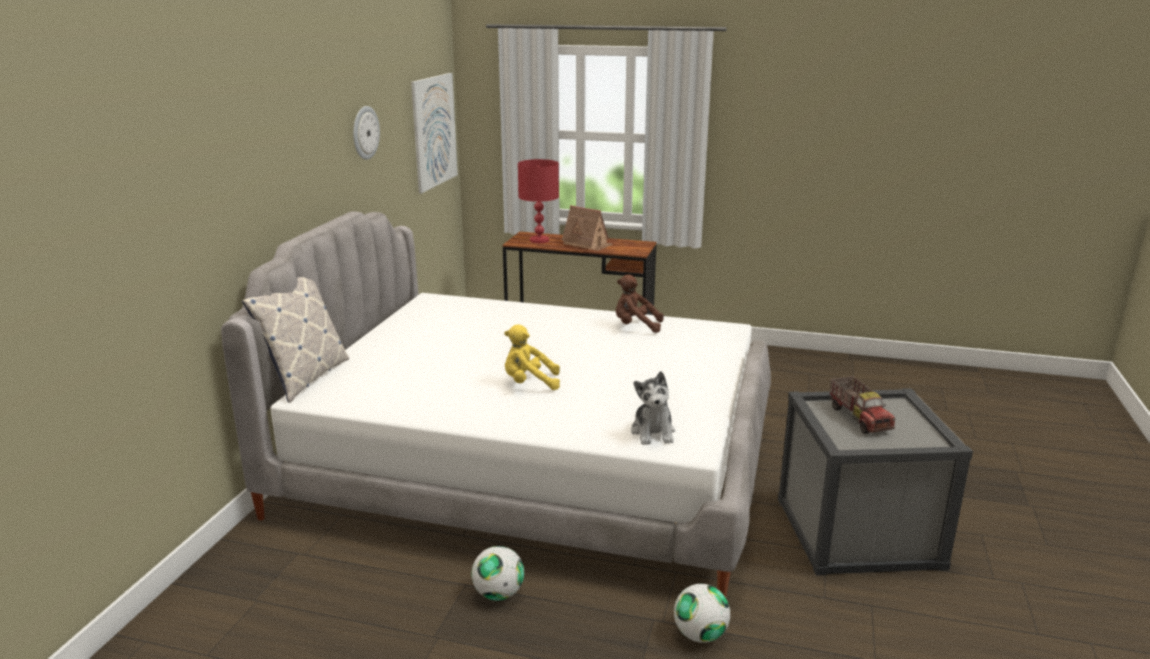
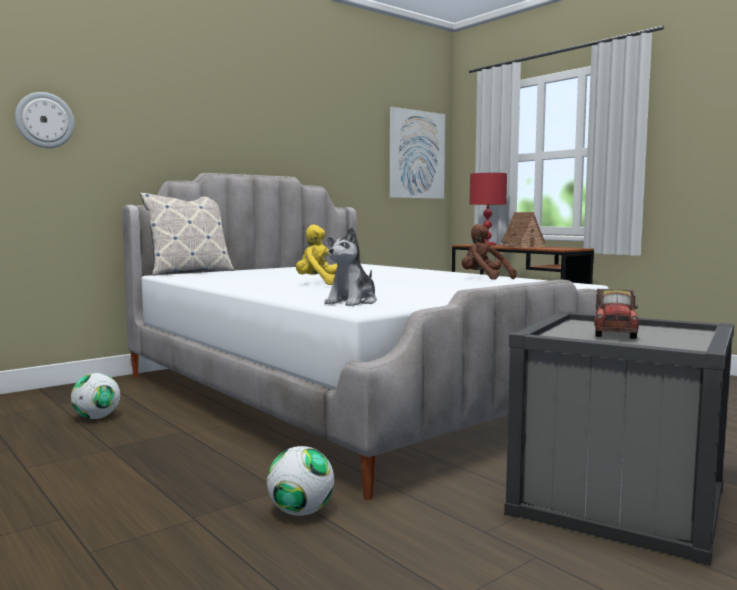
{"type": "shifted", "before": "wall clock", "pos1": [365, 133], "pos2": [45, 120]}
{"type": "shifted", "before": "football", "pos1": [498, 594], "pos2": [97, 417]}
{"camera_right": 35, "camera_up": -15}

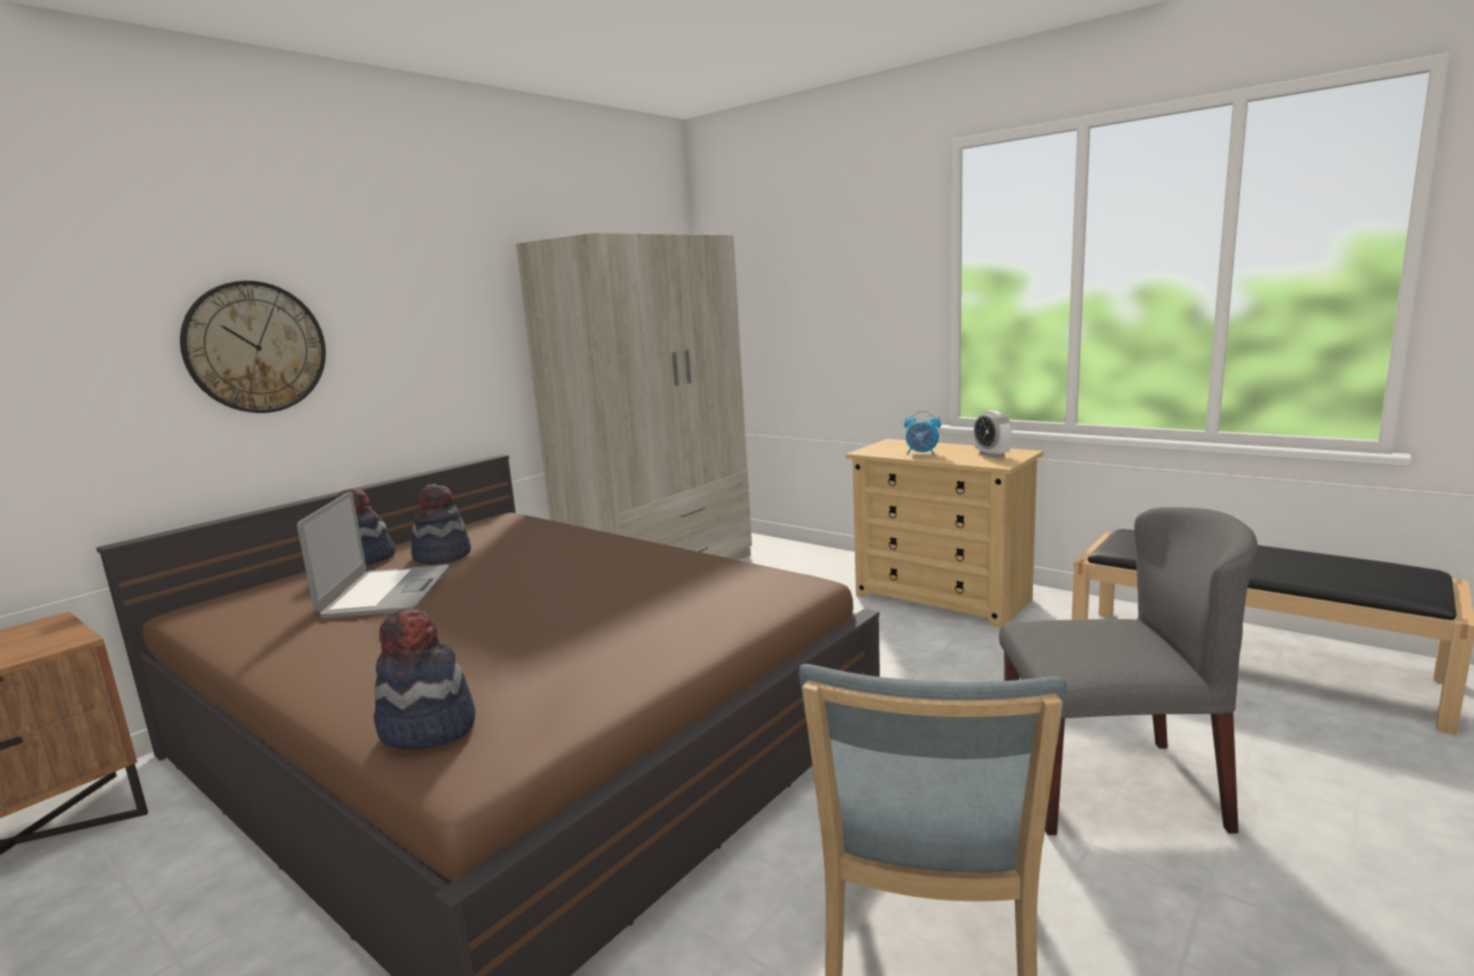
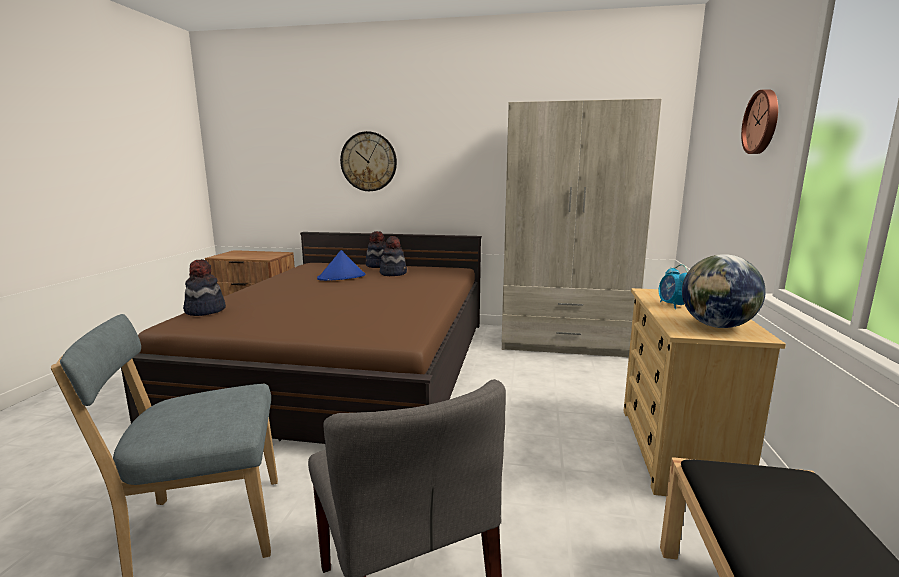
{"type": "swapped", "before": "alarm clock", "after": "globe", "pos1": [992, 455], "pos2": [717, 326]}
{"type": "swapped", "before": "laptop", "after": "blue hat", "pos1": [386, 593], "pos2": [342, 277]}
{"type": "new", "after": "wall clock", "pos2": [762, 122]}
{"camera_right": 60, "camera_up": 0}

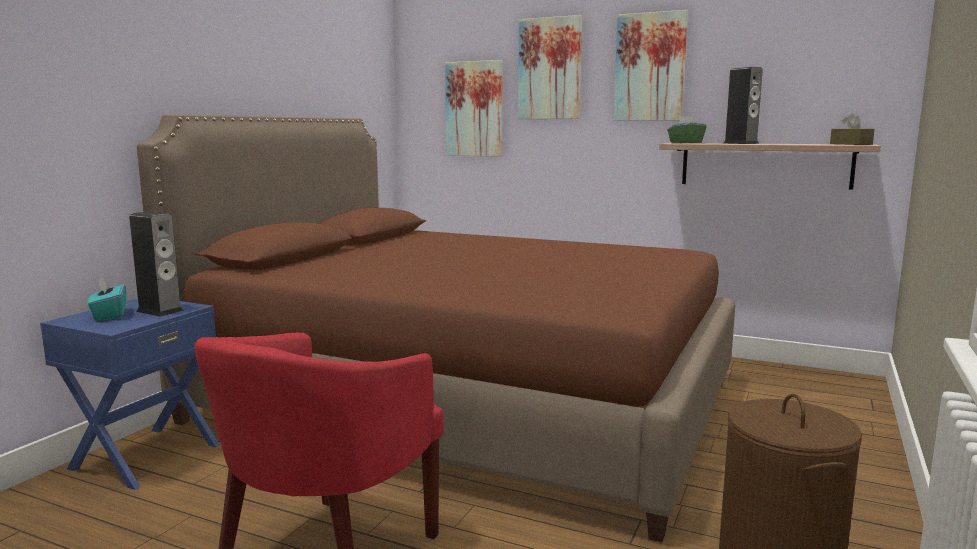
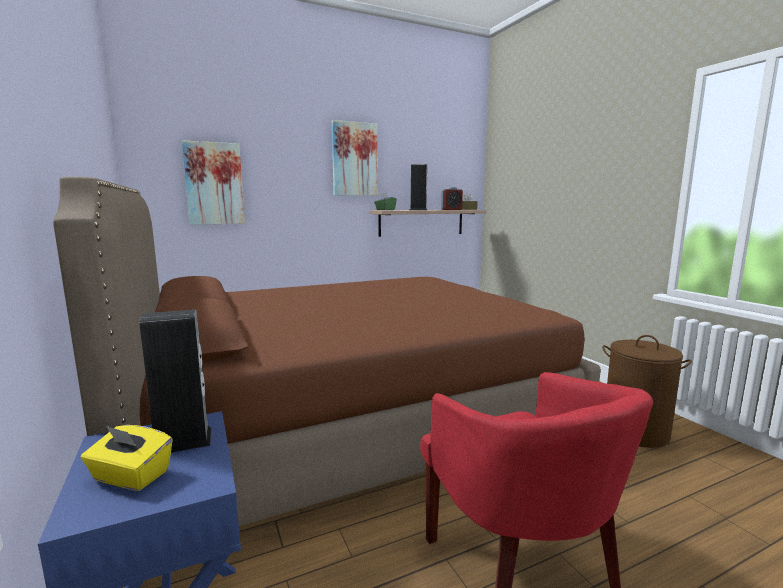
{"type": "gone", "before": "picture", "pos1": [550, 69]}
{"type": "repainted", "before": "turquoise tissue box", "after": "yellow tissue box", "pos1": [109, 315], "pos2": [130, 476]}
{"type": "new", "after": "alarm clock", "pos2": [451, 209]}
{"camera_right": -50, "camera_up": 0}

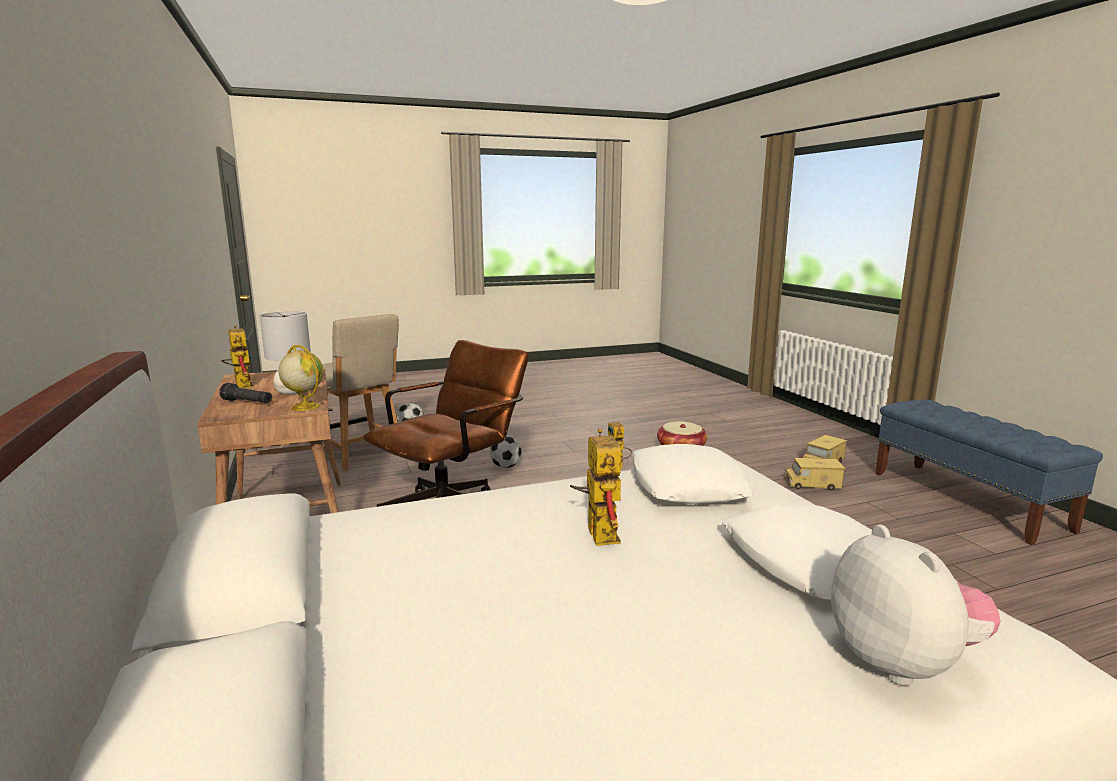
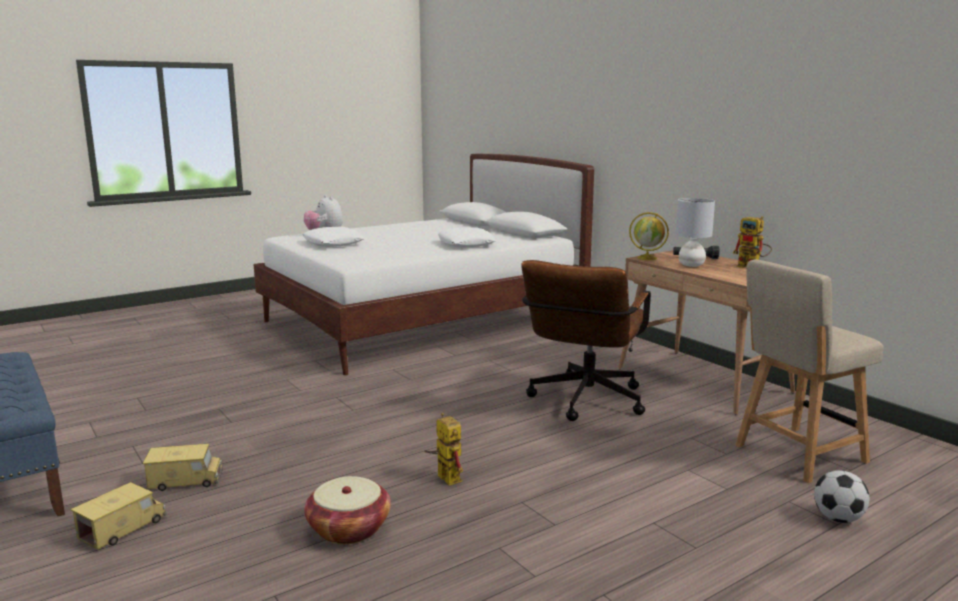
{"type": "rotated", "before": "beige chair", "pos1": [362, 455], "pos2": [796, 455], "turn": -60}
{"type": "gone", "before": "toy robot", "pos1": [597, 531]}
{"type": "gone", "before": "football", "pos1": [506, 466]}
{"type": "shifted", "before": "white pillow", "pos1": [687, 485], "pos2": [466, 244]}
{"camera_right": 165, "camera_up": 0}

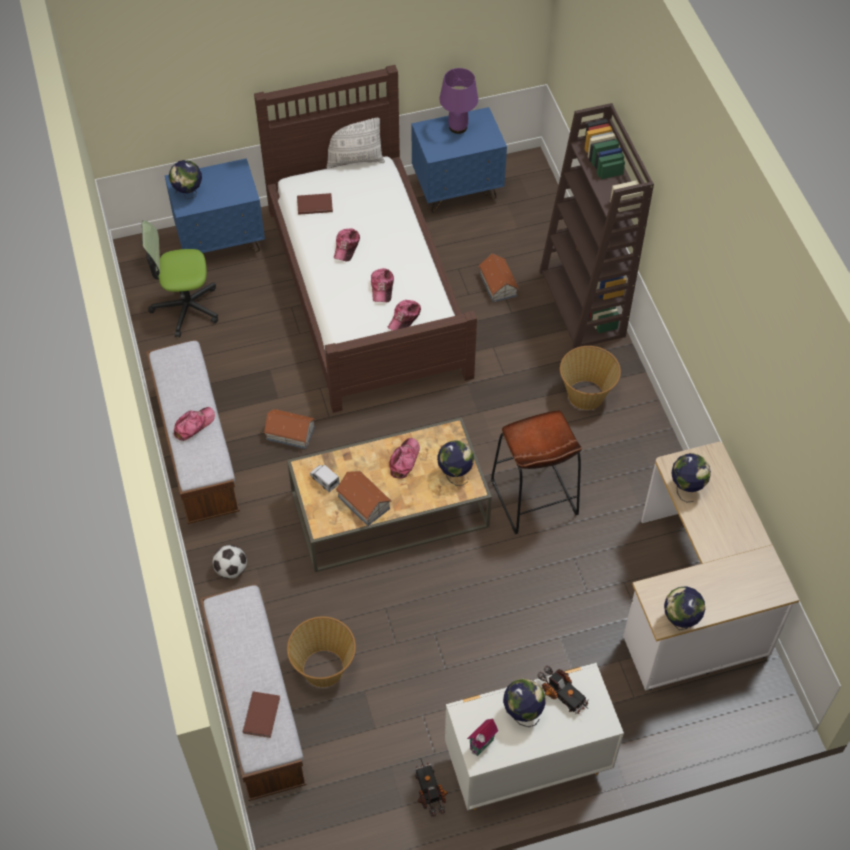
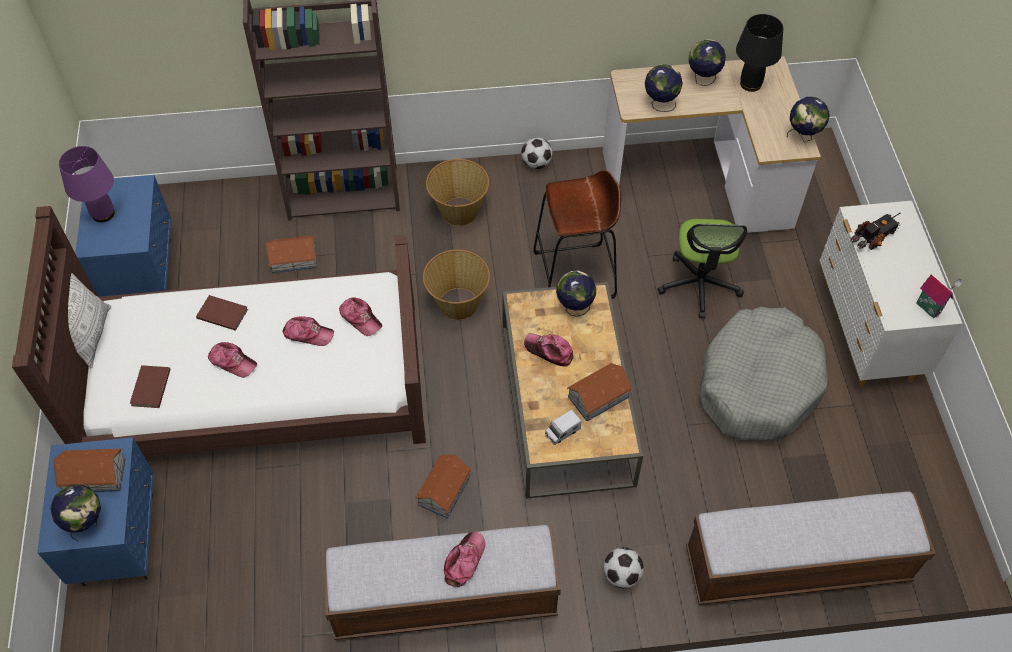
{"type": "shifted", "before": "office chair", "pos1": [186, 308], "pos2": [699, 285]}
{"type": "rotated", "before": "cap", "pos1": [194, 425], "pos2": [464, 561], "turn": 60}
{"type": "shifted", "before": "basket", "pos1": [324, 668], "pos2": [458, 303]}
{"type": "shifted", "before": "globe", "pos1": [522, 713], "pos2": [702, 79]}
{"type": "shifted", "before": "brown book", "pos1": [263, 715], "pos2": [222, 313]}
{"type": "gone", "before": "toy truck", "pos1": [430, 792]}
{"type": "new", "after": "black table lamp", "pos2": [750, 84]}
{"type": "new", "after": "football", "pos2": [536, 163]}
{"type": "new", "after": "grey dog bed", "pos2": [758, 384]}
{"type": "new", "after": "toy house", "pos2": [94, 475]}
{"camera_right": -80, "camera_up": 0}

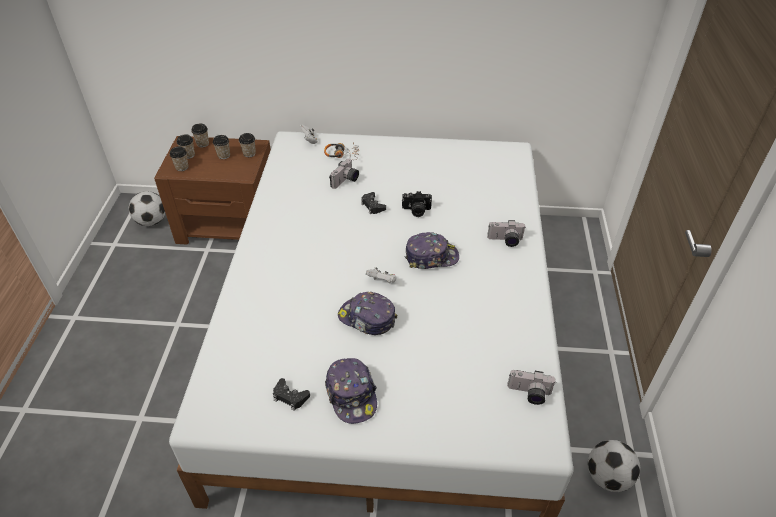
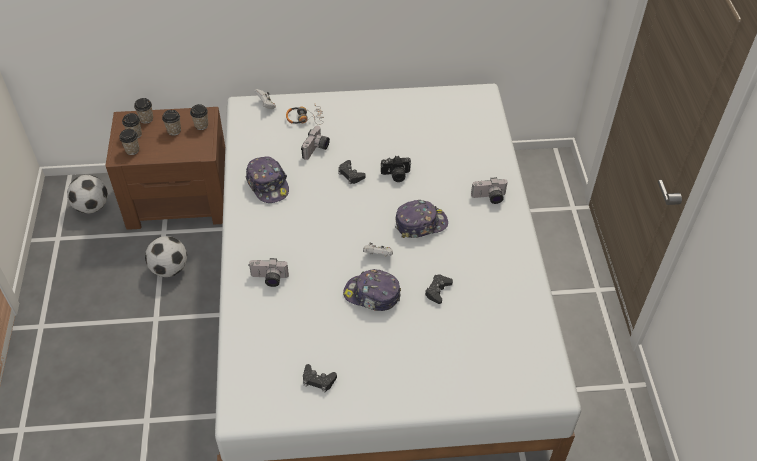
{"type": "shifted", "before": "cap", "pos1": [352, 395], "pos2": [268, 184]}
{"type": "shifted", "before": "photo camera", "pos1": [529, 394], "pos2": [269, 279]}
{"type": "shifted", "before": "football", "pos1": [607, 477], "pos2": [169, 269]}
{"type": "new", "after": "black game controller", "pos2": [438, 291]}
{"camera_right": -10, "camera_up": 5}

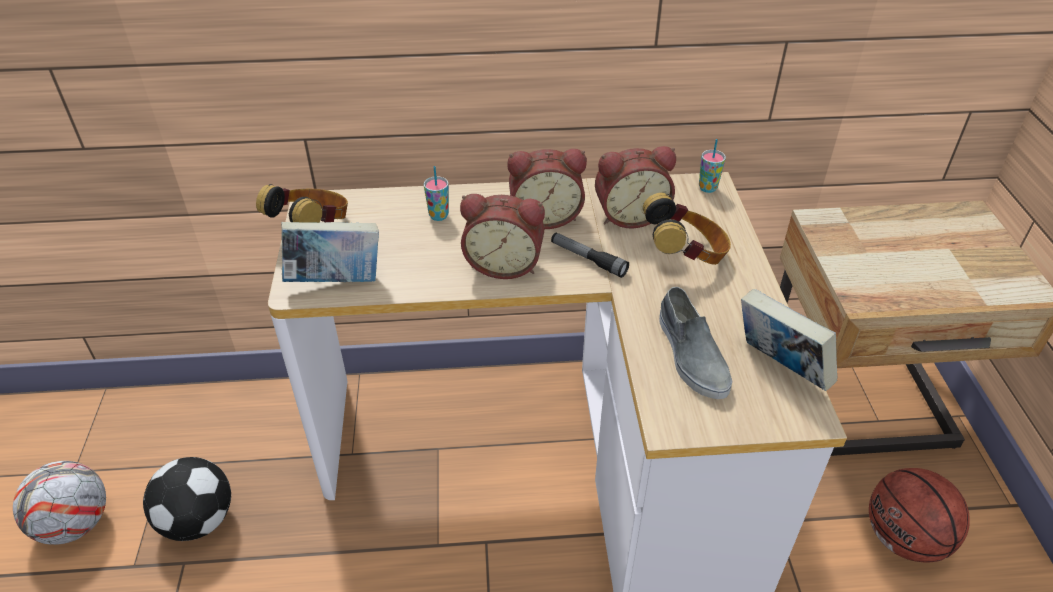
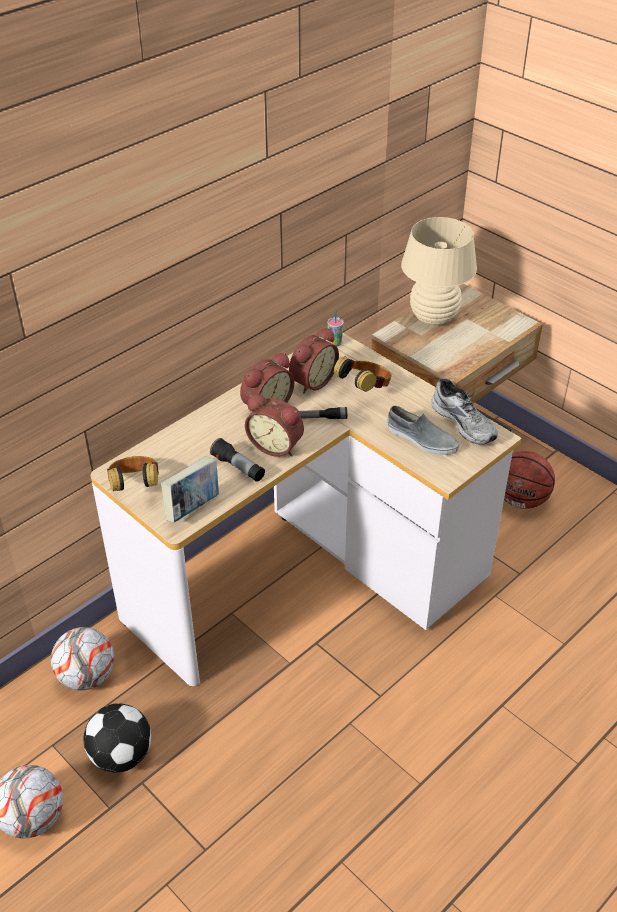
{"type": "gone", "before": "cup", "pos1": [438, 216]}
{"type": "rotated", "before": "alarm clock", "pos1": [504, 264], "pos2": [276, 445], "turn": 60}
{"type": "swapped", "before": "book", "after": "grey shoe", "pos1": [779, 367], "pos2": [465, 422]}
{"type": "new", "after": "beige table lamp", "pos2": [433, 317]}
{"type": "new", "after": "flashlight", "pos2": [238, 468]}
{"type": "new", "after": "football", "pos2": [87, 677]}
{"camera_right": -40, "camera_up": 0}

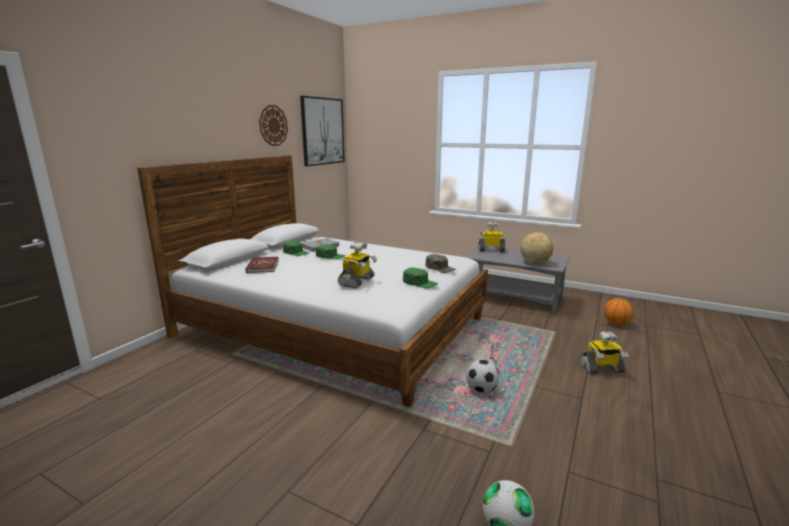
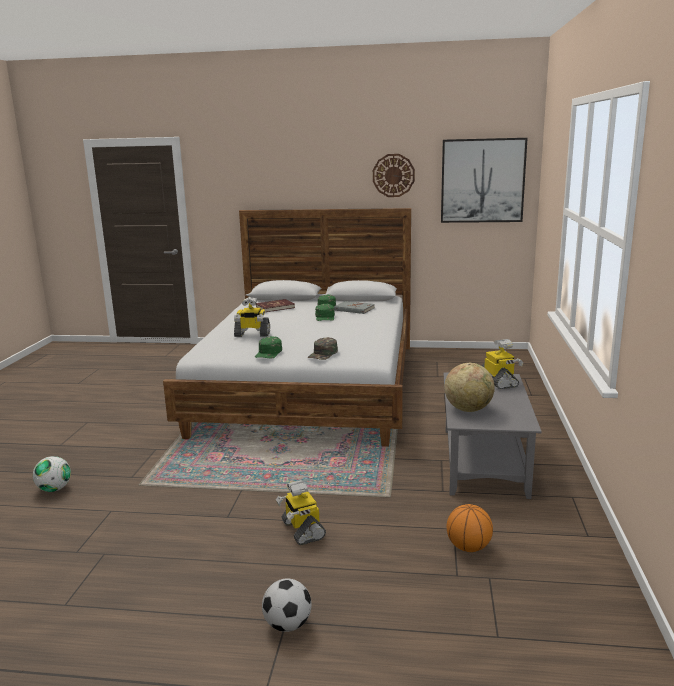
{"type": "shifted", "before": "football", "pos1": [481, 389], "pos2": [287, 625]}
{"camera_right": 70, "camera_up": 0}

